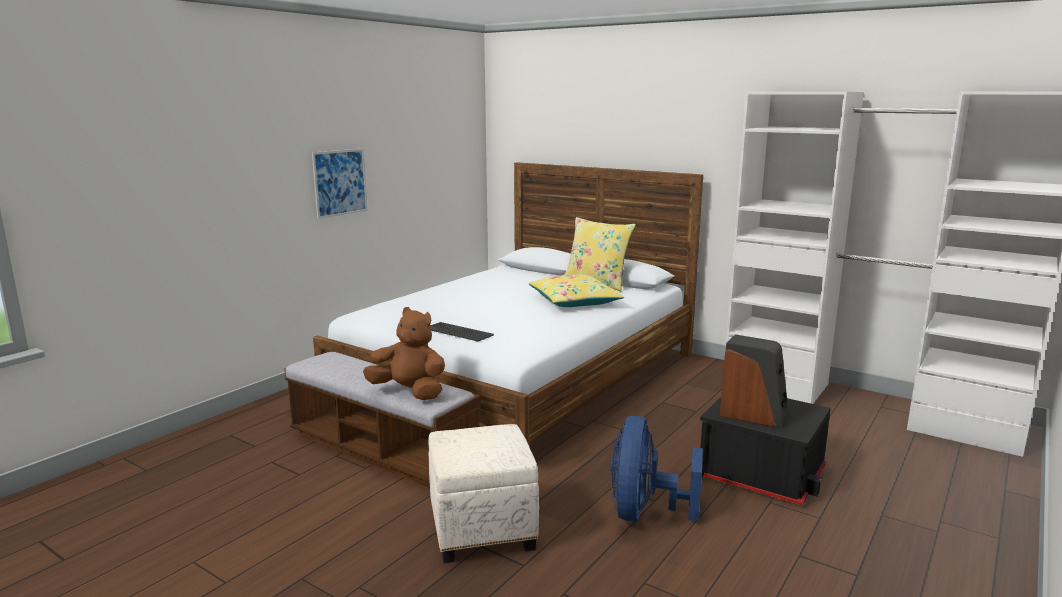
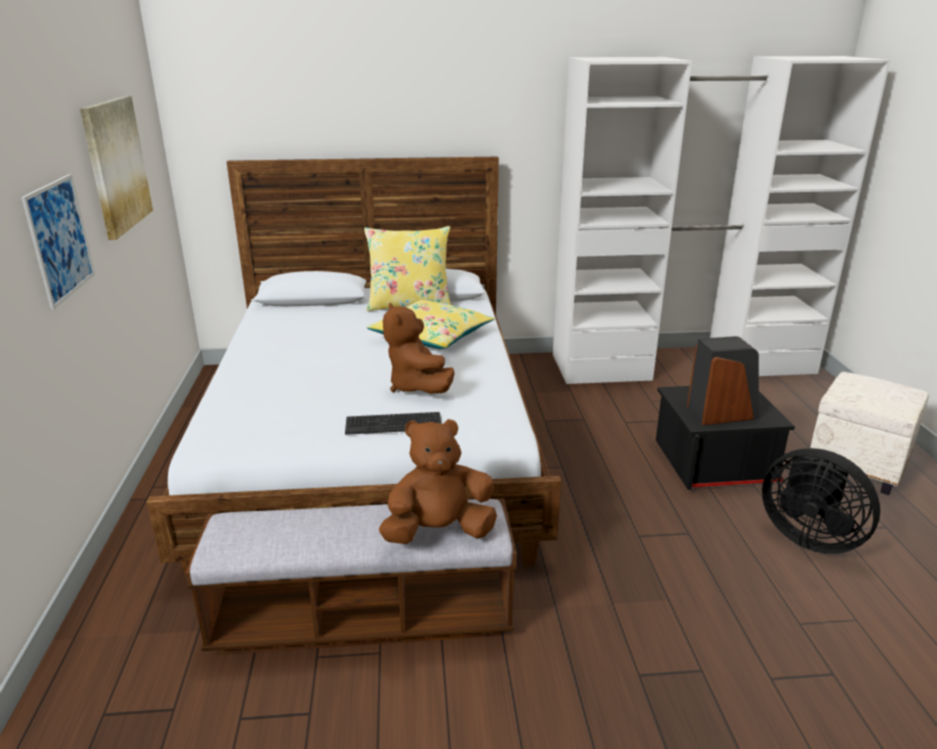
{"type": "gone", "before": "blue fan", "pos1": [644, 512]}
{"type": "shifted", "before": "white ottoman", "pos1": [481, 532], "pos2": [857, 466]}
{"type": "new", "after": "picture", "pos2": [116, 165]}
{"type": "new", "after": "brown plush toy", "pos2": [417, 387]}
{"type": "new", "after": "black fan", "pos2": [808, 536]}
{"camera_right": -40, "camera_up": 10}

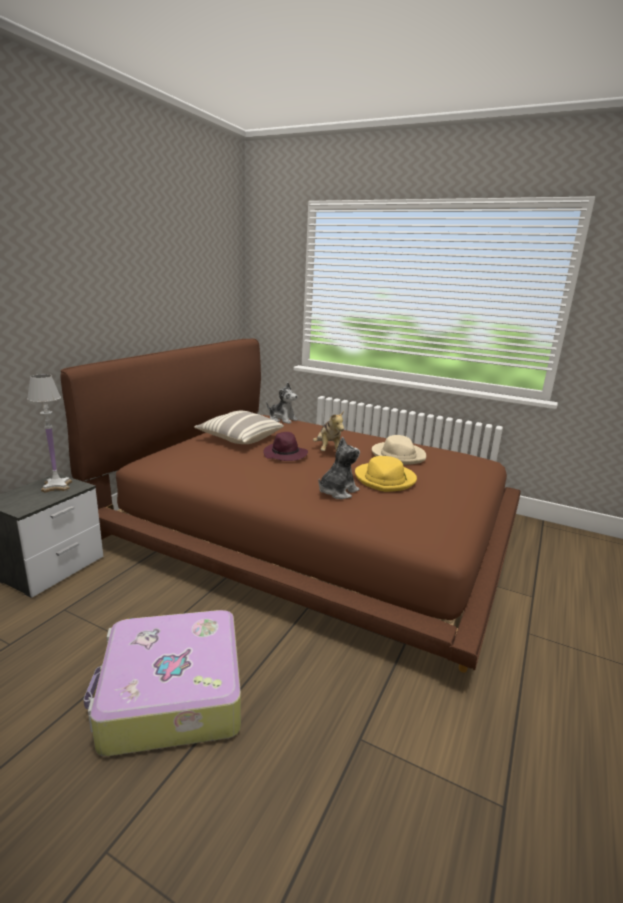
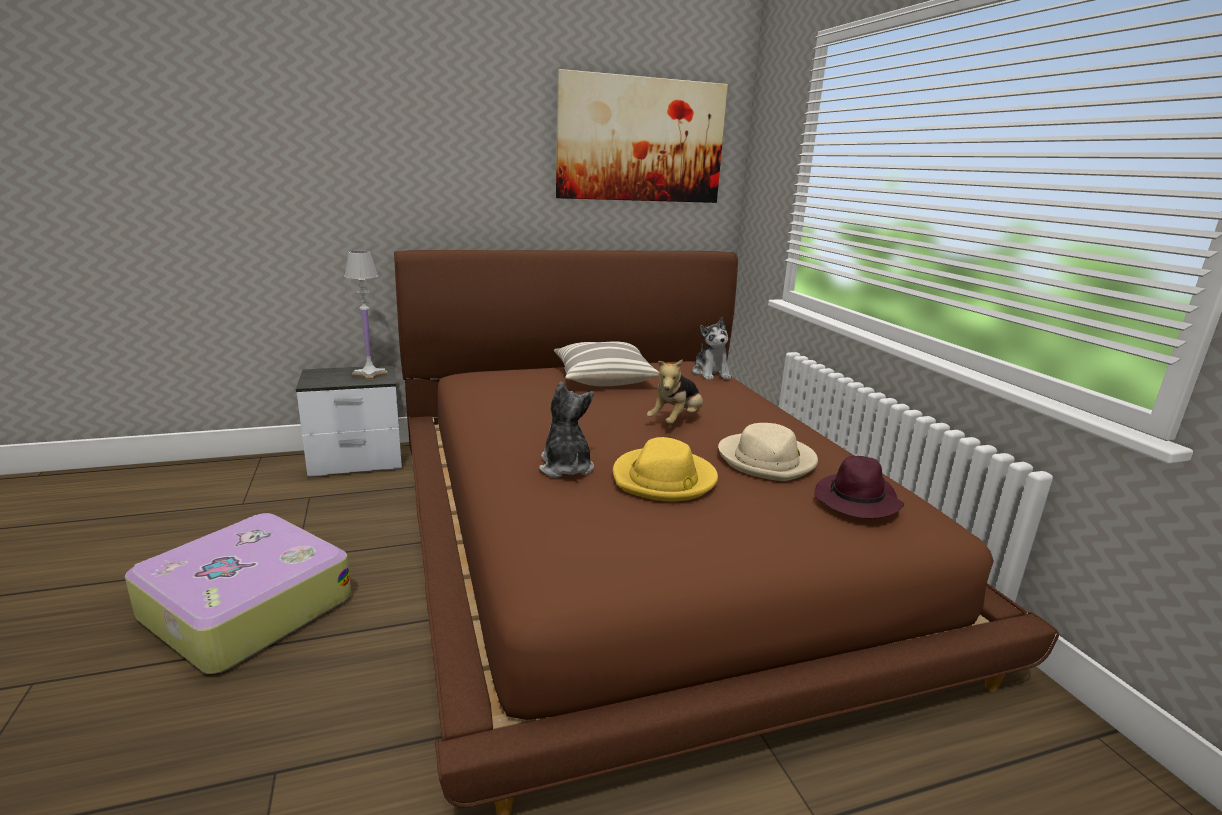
{"type": "shifted", "before": "purple hat", "pos1": [285, 455], "pos2": [857, 501]}
{"type": "rotated", "before": "plush toy", "pos1": [337, 492], "pos2": [565, 467], "turn": -105}
{"type": "new", "after": "picture", "pos2": [641, 140]}
{"camera_right": 45, "camera_up": 0}

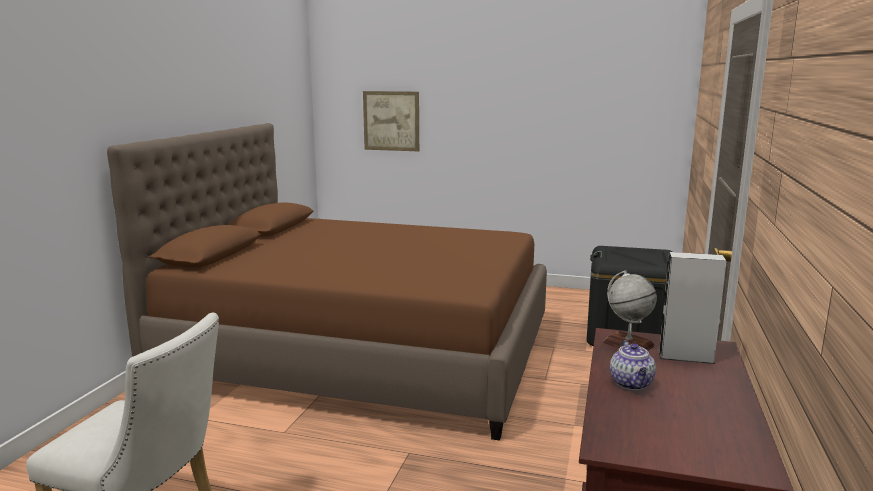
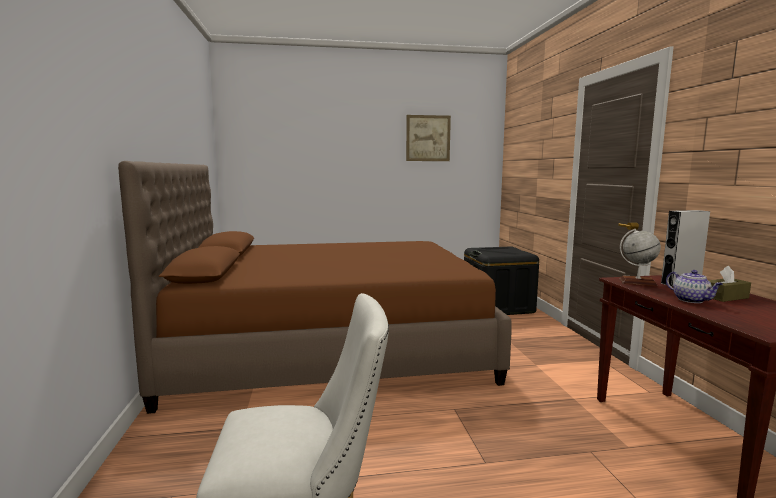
{"type": "shifted", "before": "picture", "pos1": [391, 121], "pos2": [428, 138]}
{"type": "new", "after": "brown tissue box", "pos2": [725, 297]}
{"camera_right": -25, "camera_up": -5}

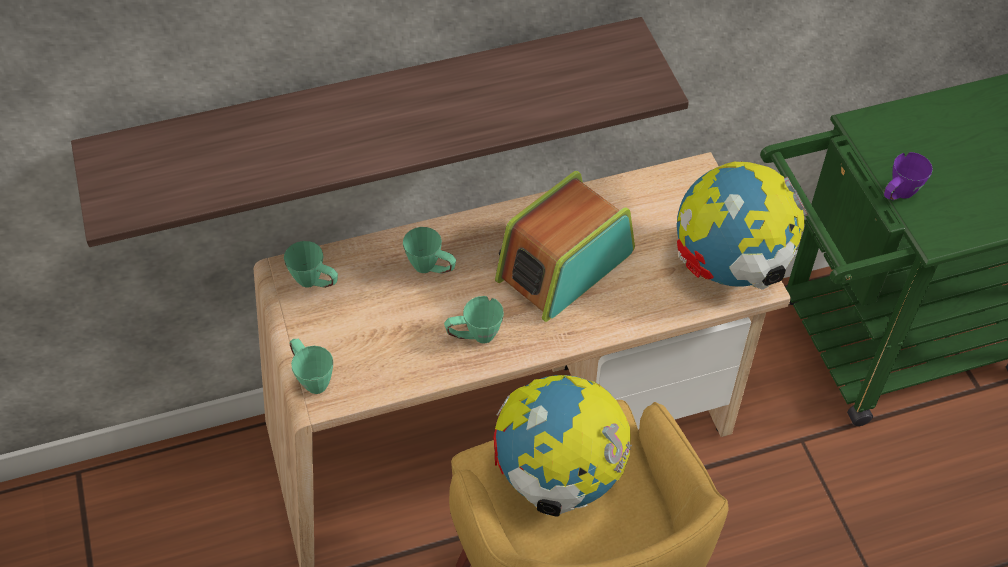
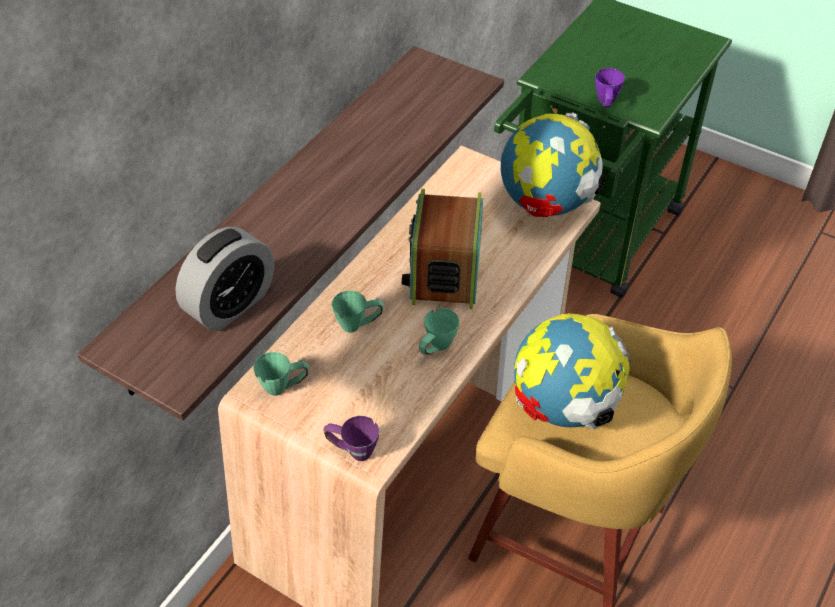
{"type": "repainted", "before": "green mug", "after": "purple mug", "pos1": [311, 378], "pos2": [352, 451]}
{"type": "new", "after": "alarm clock", "pos2": [231, 304]}
{"camera_right": -40, "camera_up": -5}

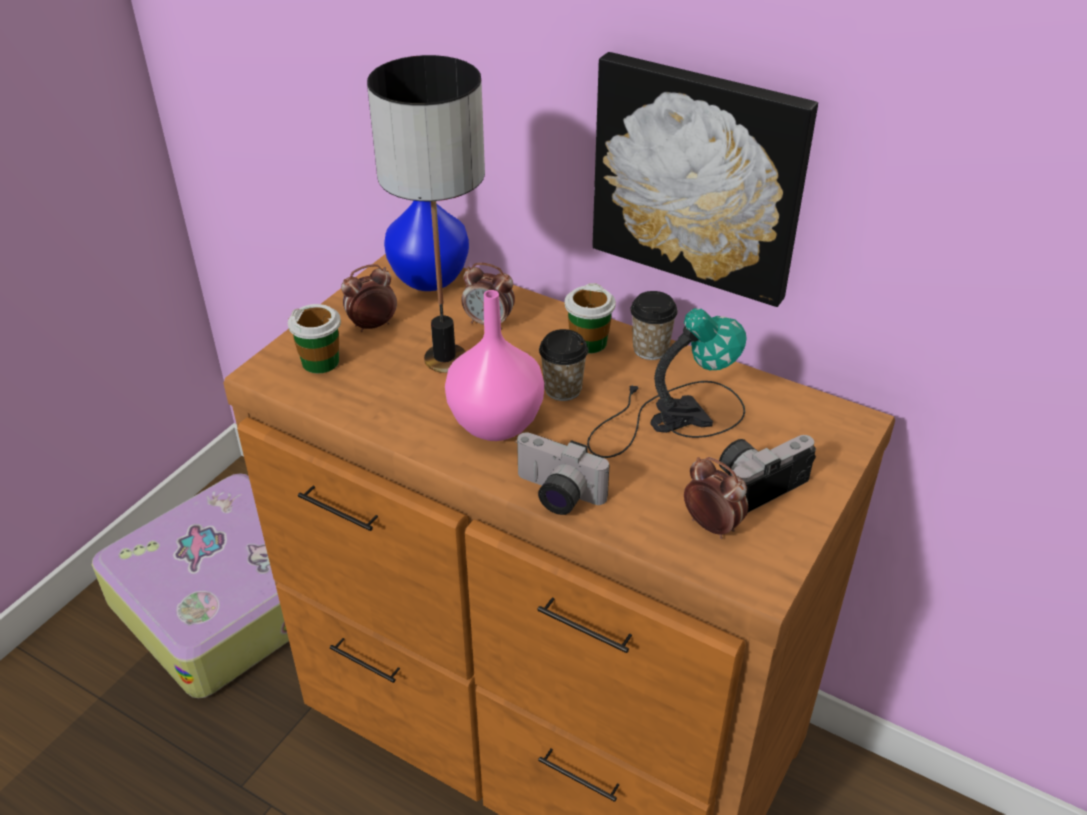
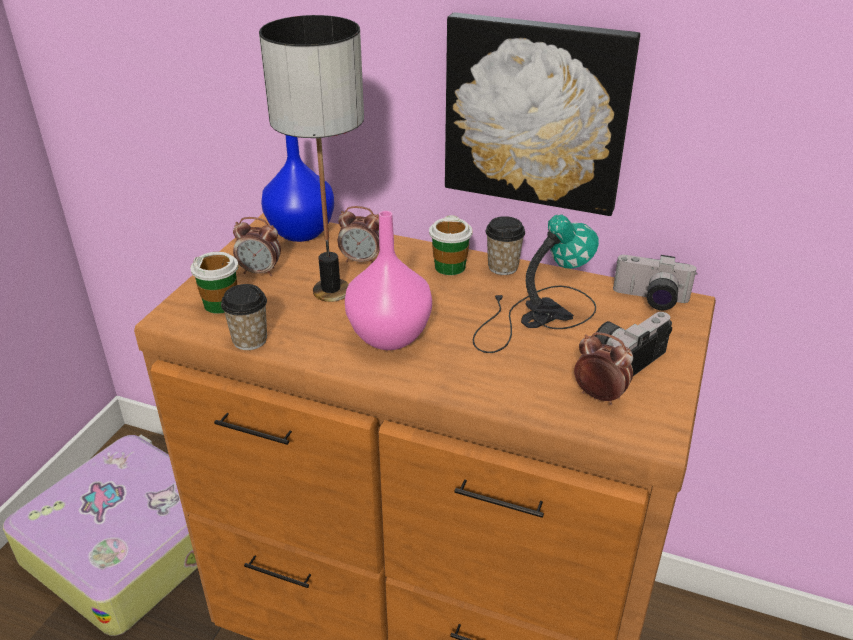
{"type": "rotated", "before": "alarm clock", "pos1": [372, 325], "pos2": [260, 272], "turn": -135}
{"type": "shifted", "before": "cup", "pos1": [563, 389], "pos2": [250, 340]}
{"type": "shifted", "before": "photo camera", "pos1": [555, 495], "pos2": [650, 300]}
{"camera_right": -10, "camera_up": -5}

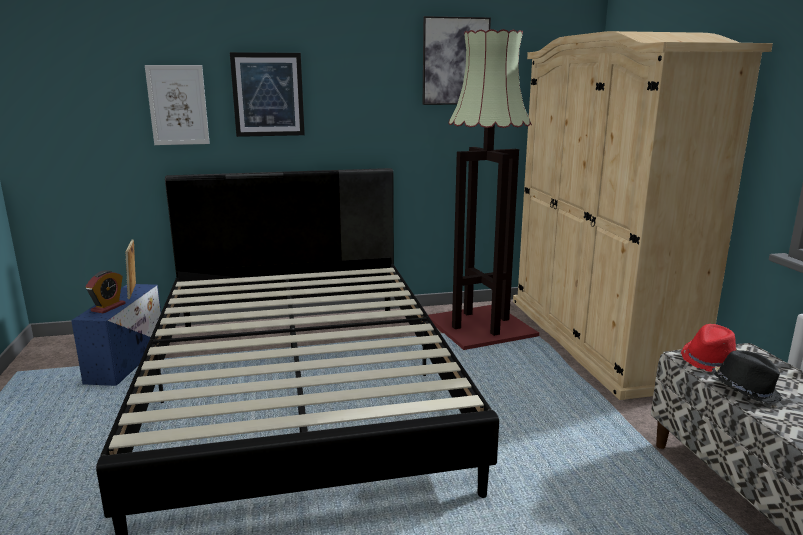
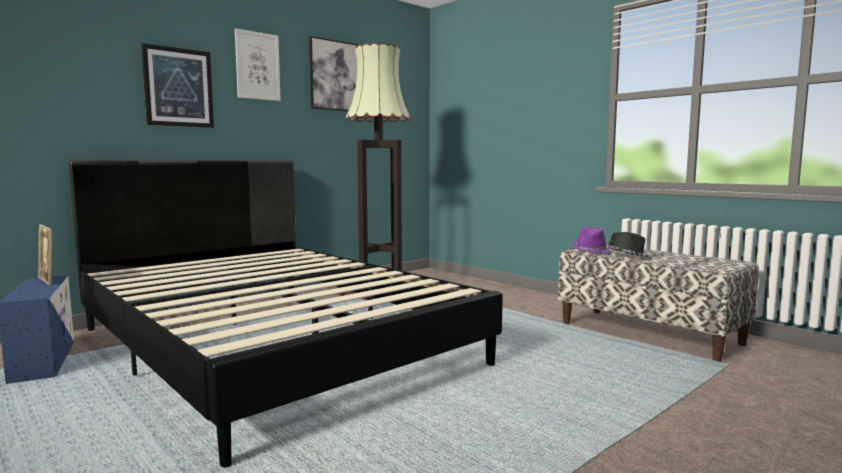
{"type": "gone", "before": "beige wardrobe", "pos1": [596, 338]}
{"type": "shifted", "before": "picture", "pos1": [178, 105], "pos2": [257, 66]}
{"type": "gone", "before": "alarm clock", "pos1": [108, 307]}
{"type": "repainted", "before": "red hat", "after": "purple hat", "pos1": [710, 360], "pos2": [591, 250]}
{"camera_right": -30, "camera_up": -10}

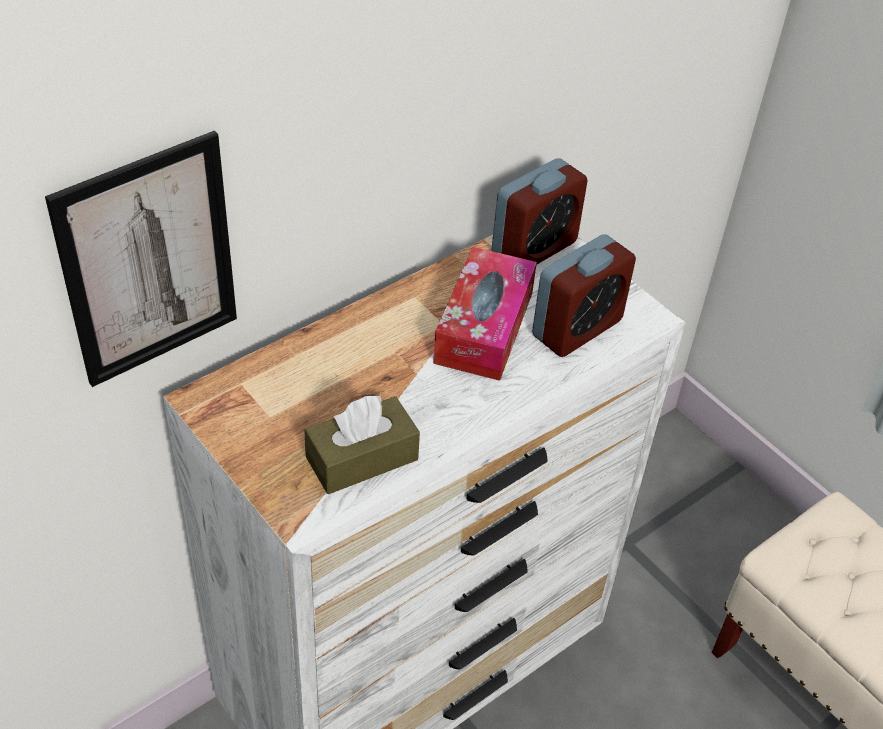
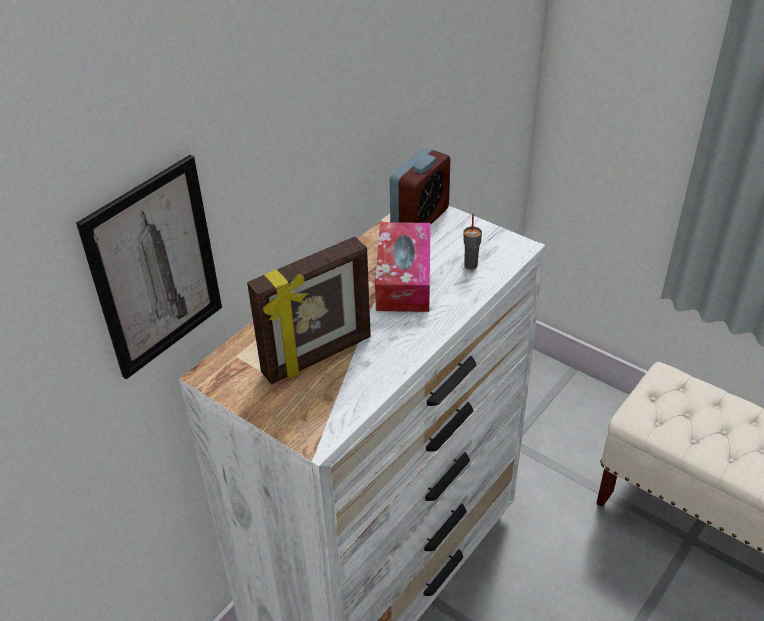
{"type": "swapped", "before": "alarm clock", "after": "grey cup", "pos1": [577, 328], "pos2": [471, 265]}
{"type": "gone", "before": "brown tissue box", "pos1": [362, 458]}
{"type": "new", "after": "picture frame", "pos2": [318, 357]}
{"camera_right": -10, "camera_up": -5}

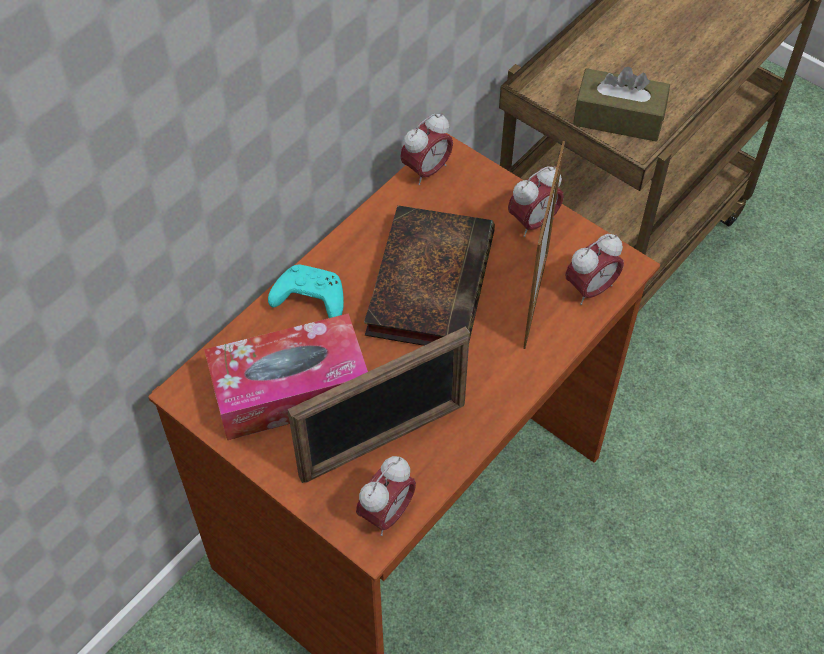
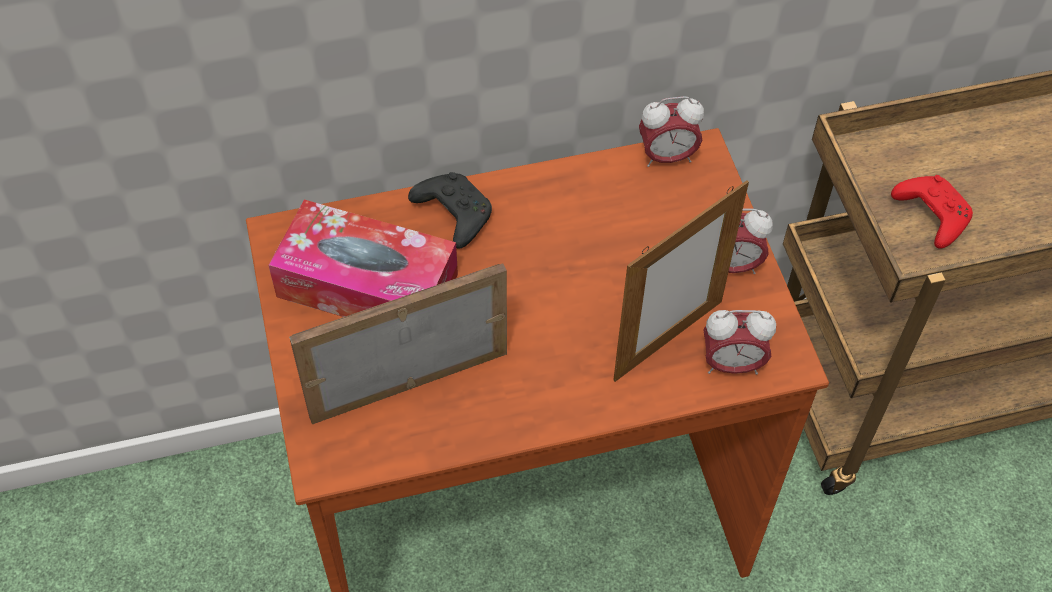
{"type": "swapped", "before": "brown tissue box", "after": "red game controller", "pos1": [618, 118], "pos2": [930, 215]}
{"type": "gone", "before": "book", "pos1": [429, 280]}
{"type": "repainted", "before": "turquoise game controller", "after": "black game controller", "pos1": [308, 300], "pos2": [452, 215]}
{"type": "rotated", "before": "picture frame", "pos1": [384, 440], "pos2": [409, 383], "turn": 150}
{"type": "gone", "before": "alarm clock", "pos1": [386, 513]}
{"camera_right": 35, "camera_up": 0}

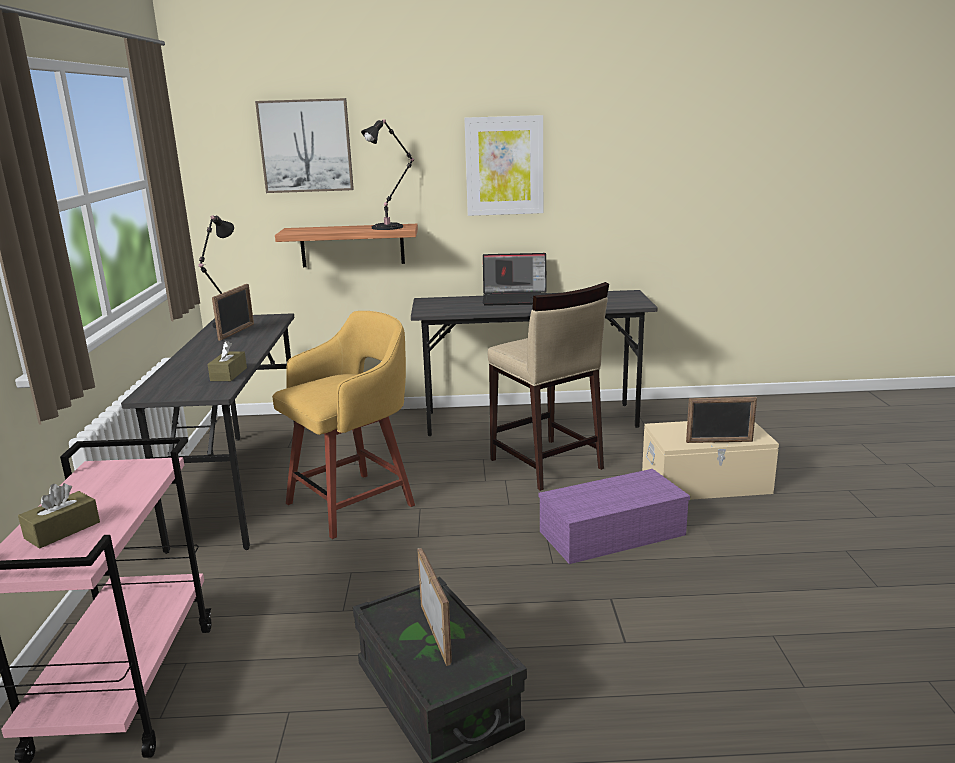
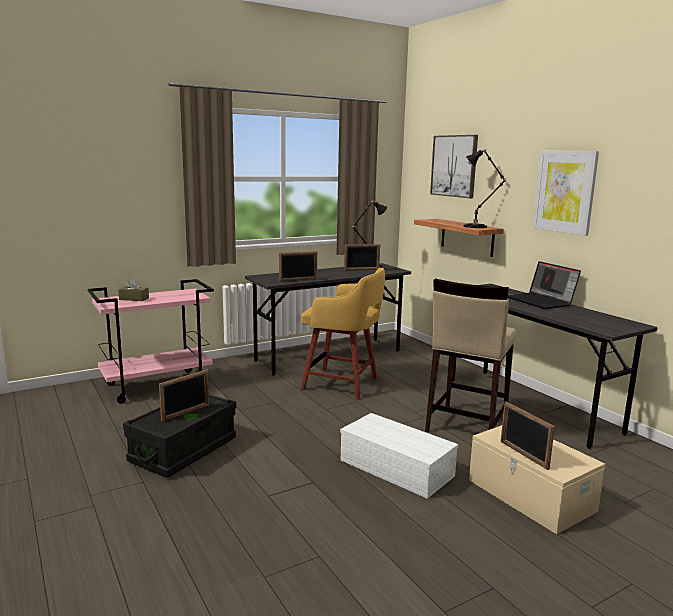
{"type": "swapped", "before": "brown tissue box", "after": "picture frame", "pos1": [228, 374], "pos2": [298, 280]}
{"type": "repainted", "before": "purple storage box", "after": "white storage box", "pos1": [613, 532], "pos2": [398, 468]}
{"camera_right": 60, "camera_up": -5}

